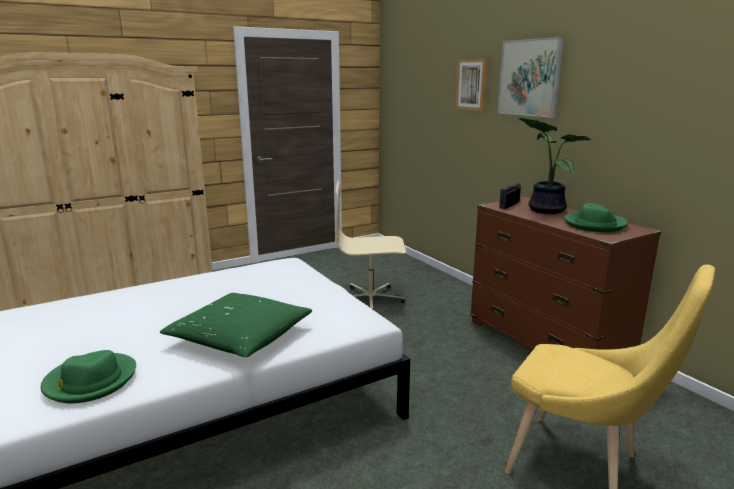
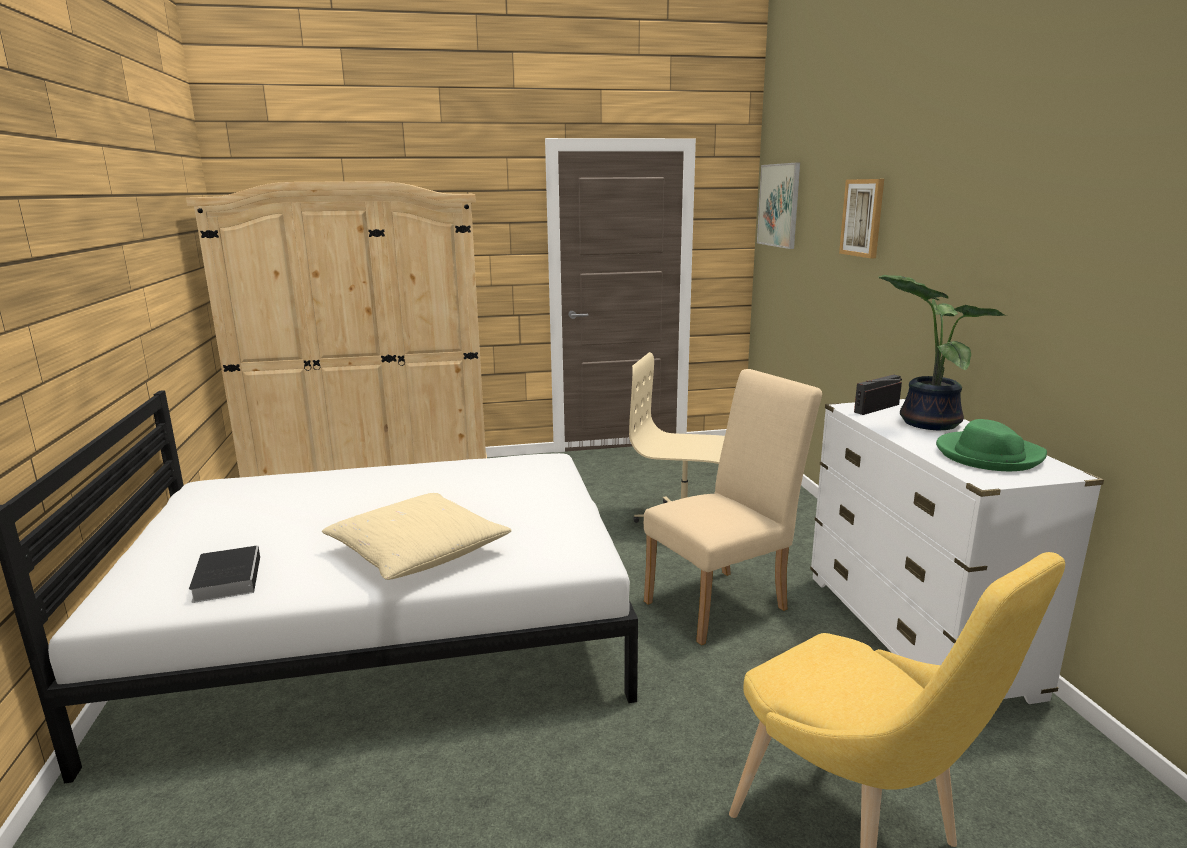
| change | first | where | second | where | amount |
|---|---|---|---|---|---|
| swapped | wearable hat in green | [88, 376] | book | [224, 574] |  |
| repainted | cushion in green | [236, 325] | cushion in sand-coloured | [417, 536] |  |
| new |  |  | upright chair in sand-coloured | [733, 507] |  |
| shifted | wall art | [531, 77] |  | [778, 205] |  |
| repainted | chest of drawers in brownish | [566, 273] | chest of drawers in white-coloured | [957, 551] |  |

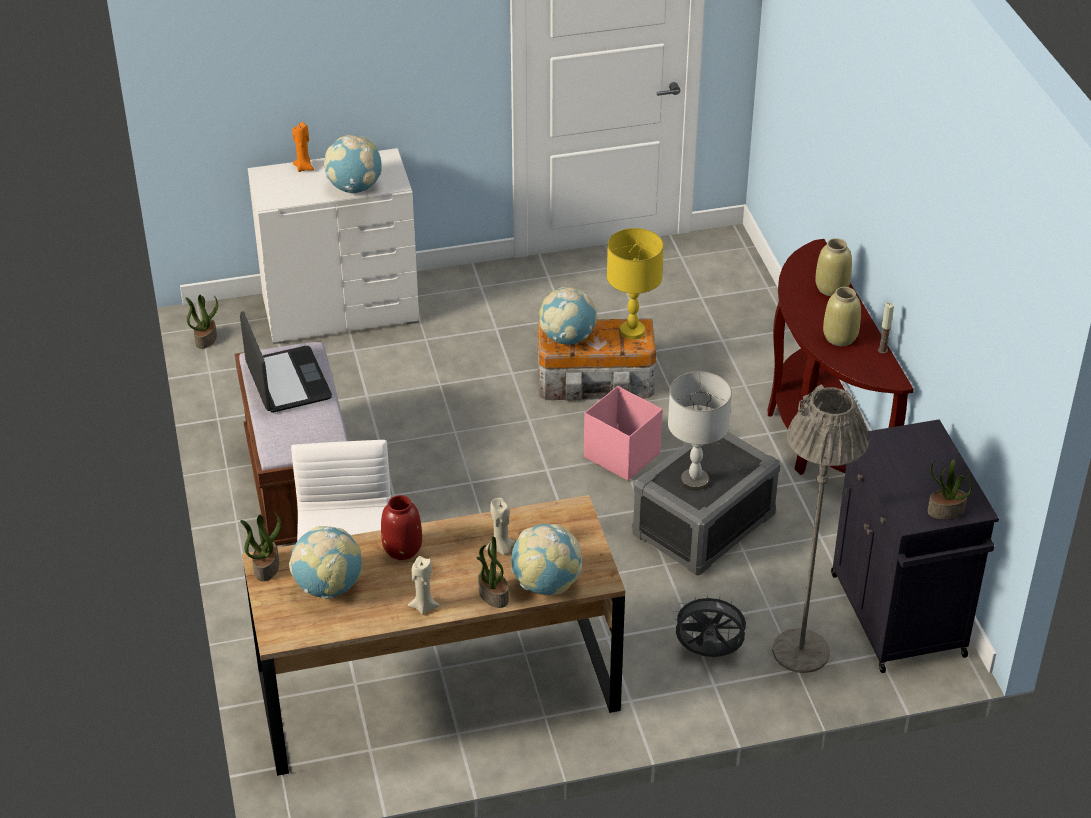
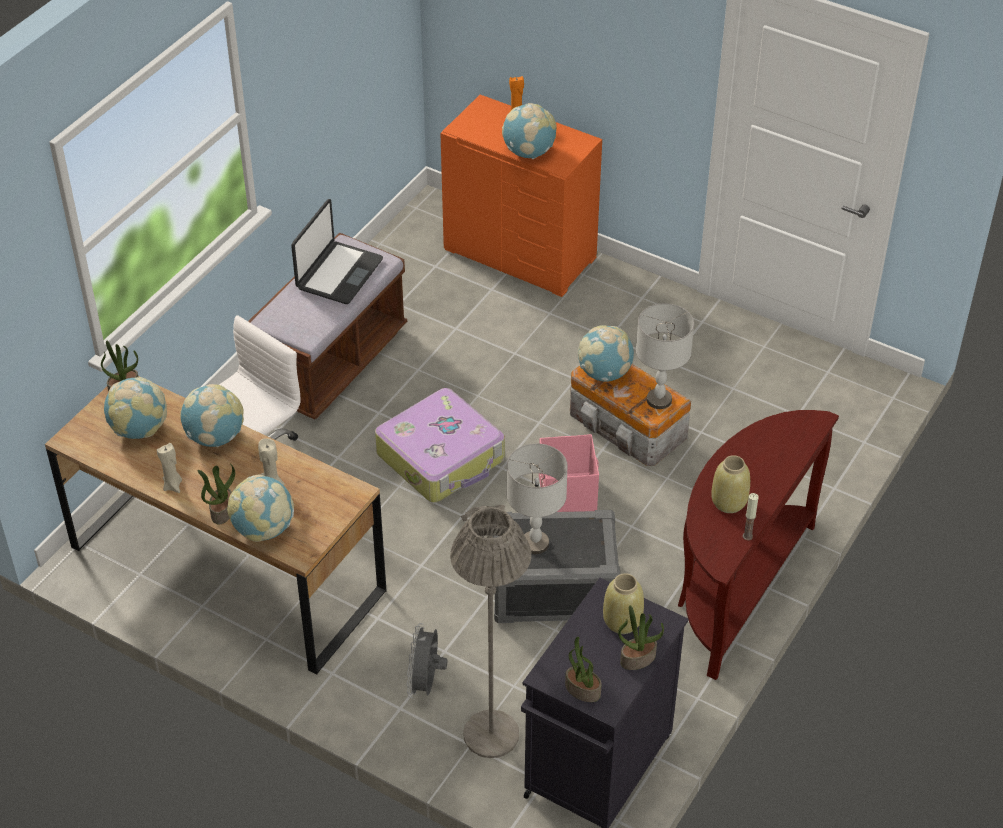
| change | first | where | second | where | amount |
|---|---|---|---|---|---|
| swapped | decorative vase in red-coloured | [401, 527] | world globe | [212, 415] |  |
| new |  |  | travel case | [440, 445] |  |
| rotated | fan in gray | [711, 624] |  | [427, 660] | 135 degrees counterclockwise |
| repainted | chest of drawers in white-coloured | [333, 246] | chest of drawers in orange-coloured | [521, 196] |  |
| shifted | decorative vase in sand-coloured | [833, 267] |  | [623, 603] |  |
| shifted | potted plant | [201, 322] |  | [641, 637] |  |
| repainted | lamp for a table in yellow | [635, 284] | lamp for a table in gray | [665, 356] |  |

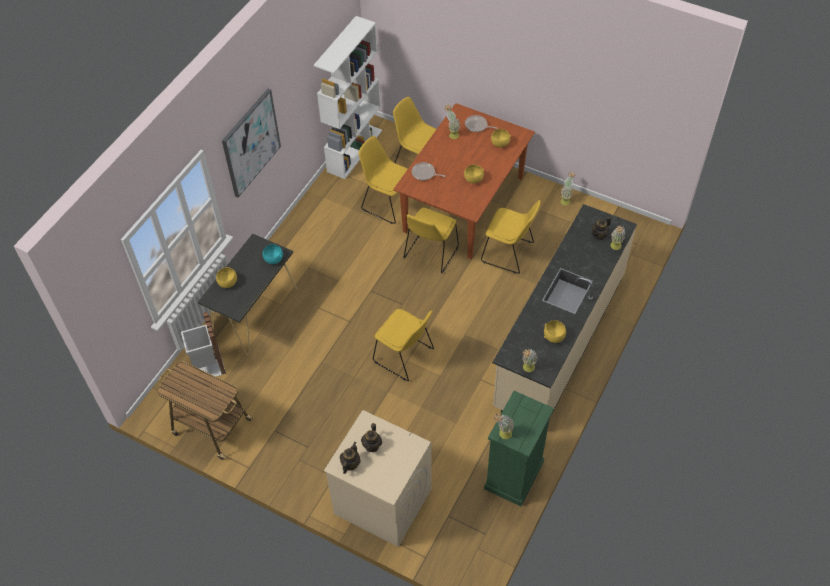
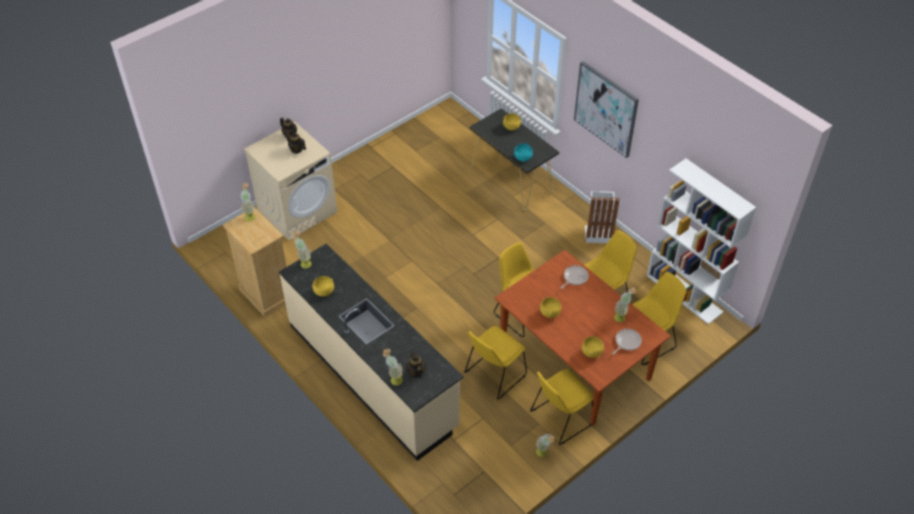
| change | first | where | second | where | amount |
|---|---|---|---|---|---|
| repainted | chest of drawers in green | [519, 449] | chest of drawers in sand-coloured | [255, 262] |  |
| shifted | upright chair in yellow | [403, 345] |  | [562, 407] |  |
| shifted | waste bin in white-coloured | [203, 346] |  | [602, 217] |  |
| gone | wheeled cart | [205, 410] |  |  |  |

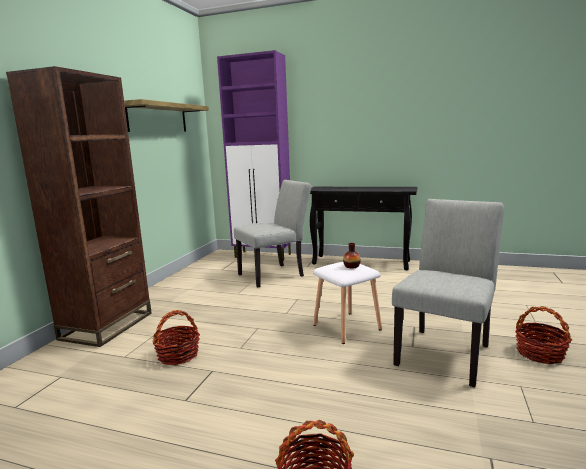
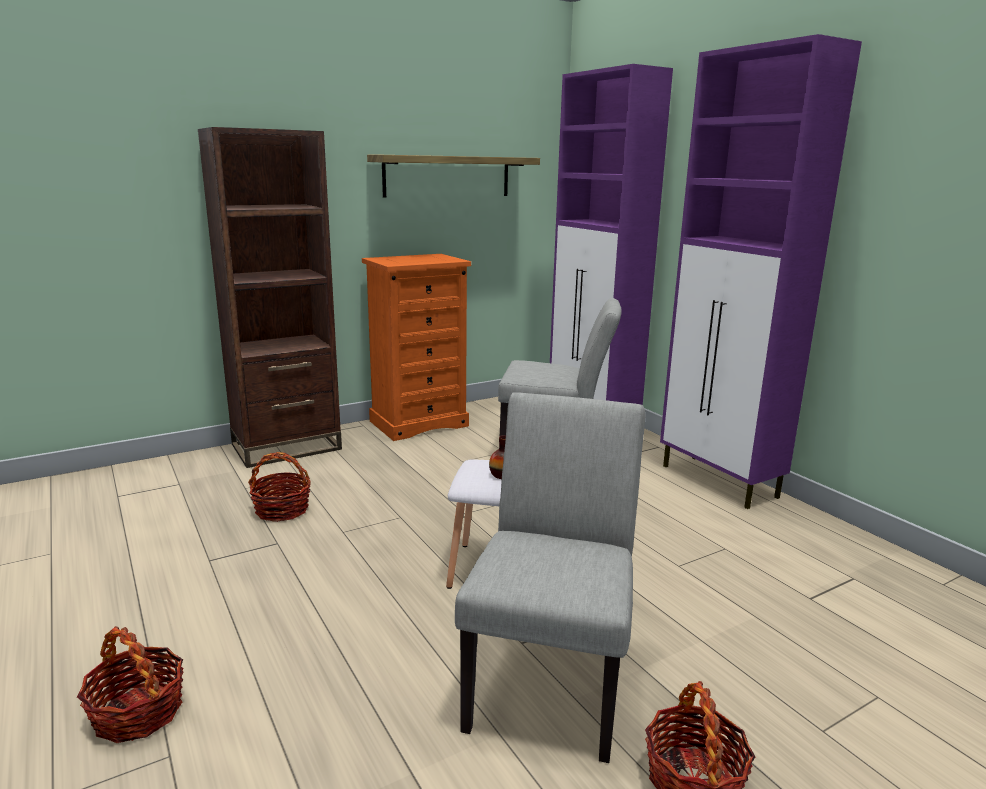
| change | first | where | second | where | amount |
|---|---|---|---|---|---|
| new |  |  | chest of drawers in orange-coloured | [416, 347] |  |
| rotated | upright chair in gray | [448, 293] |  | [550, 577] | 60 degrees counterclockwise |
| swapped | narrow table in blackish | [364, 228] | storage cabinet in purple-coloured | [761, 271] |  |

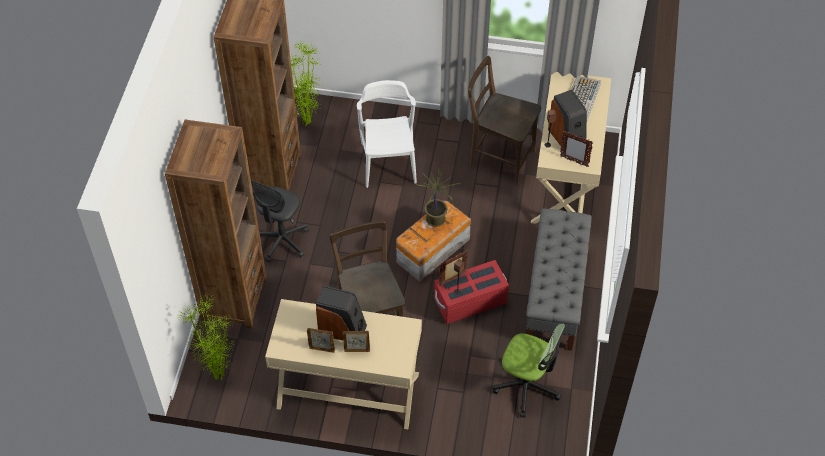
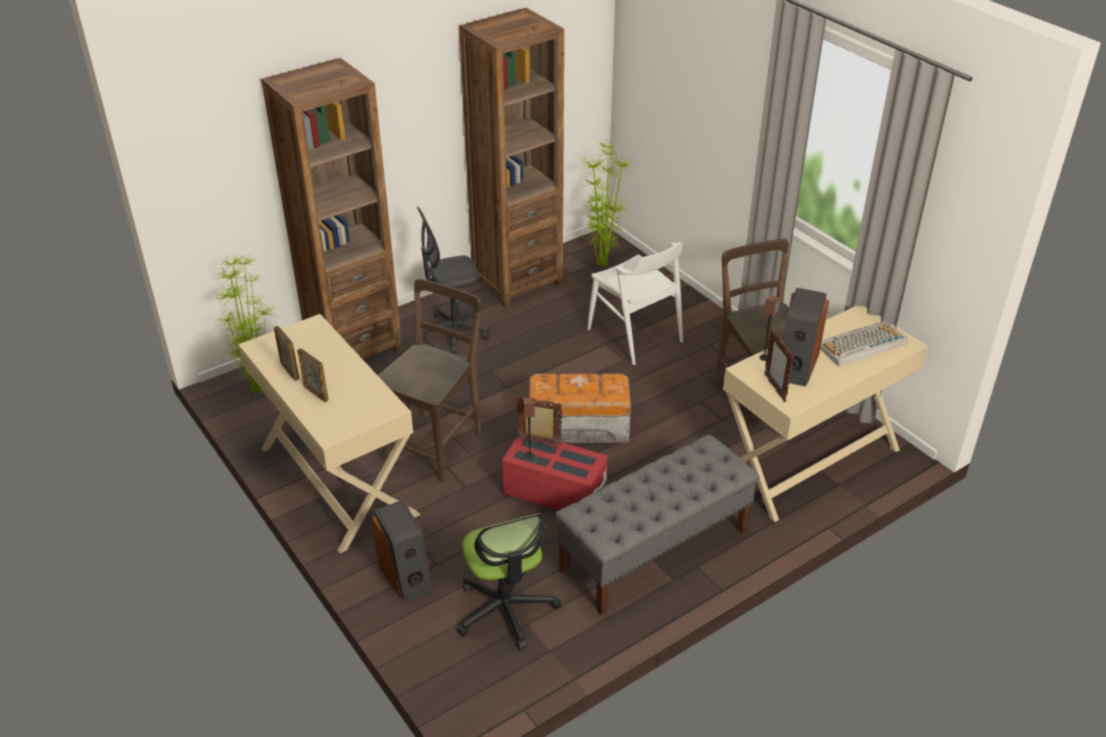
| change | first | where | second | where | amount |
|---|---|---|---|---|---|
| shifted | speaker | [341, 312] |  | [402, 551] |  |
| rotated | upright chair in white-coloured | [387, 134] |  | [635, 303] | 105 degrees clockwise |
| gone | potted plant | [439, 197] |  |  |  |

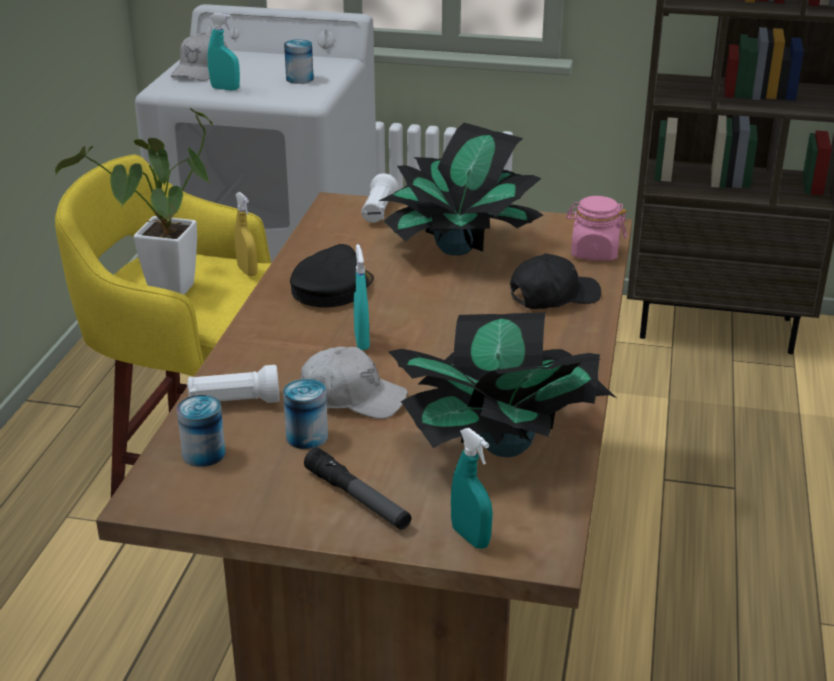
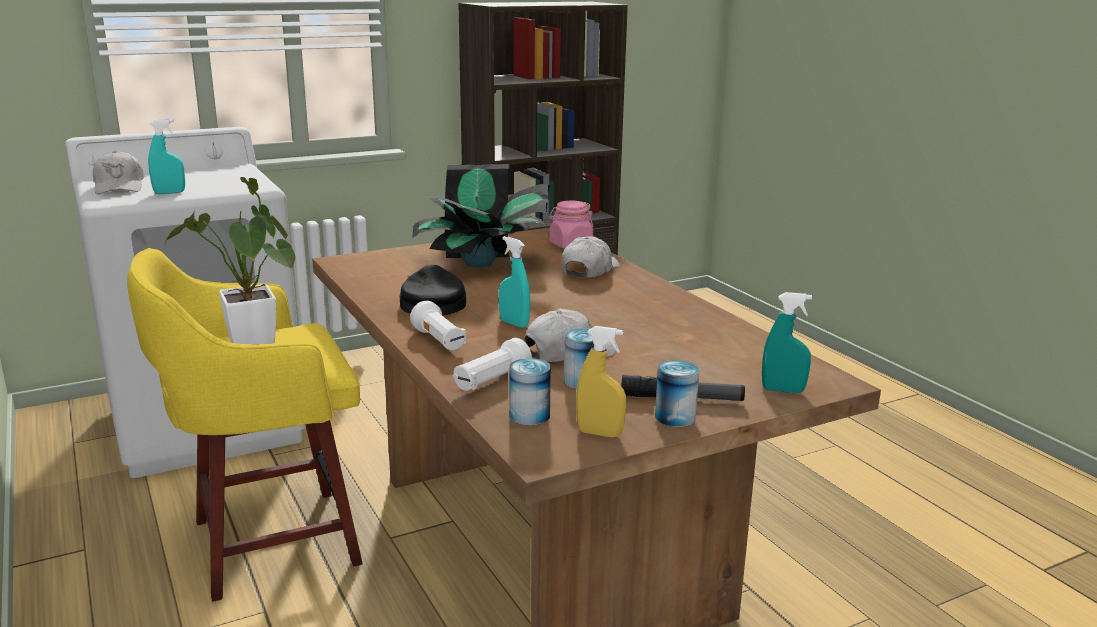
| change | first | where | second | where | amount |
|---|---|---|---|---|---|
| shifted | flashlight in white-coloured | [380, 198] |  | [438, 325] |  |
| repainted | cap in blackish | [555, 281] | cap in white-coloured | [591, 257] |  |
| shifted | sprayer in yellow | [246, 234] |  | [601, 381] |  |
| shifted | can | [299, 61] |  | [677, 393] |  |
| gone | potted plant | [502, 384] |  |  |  |

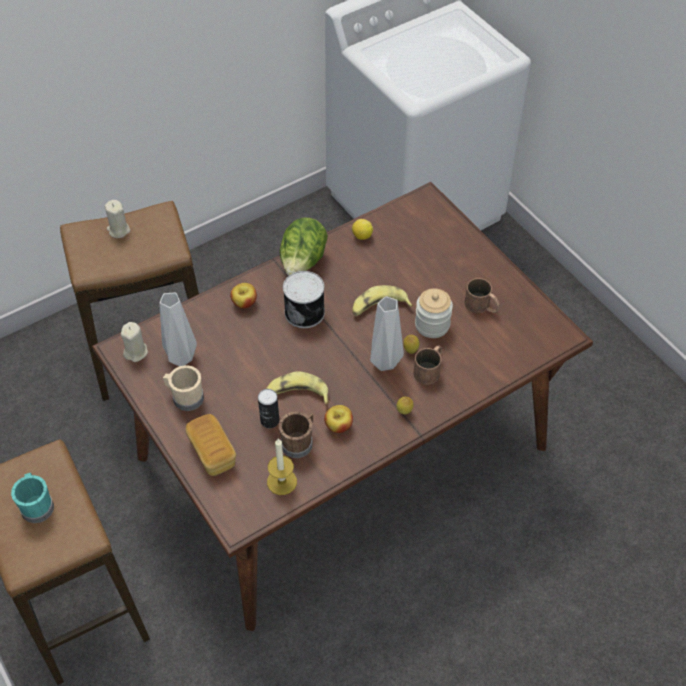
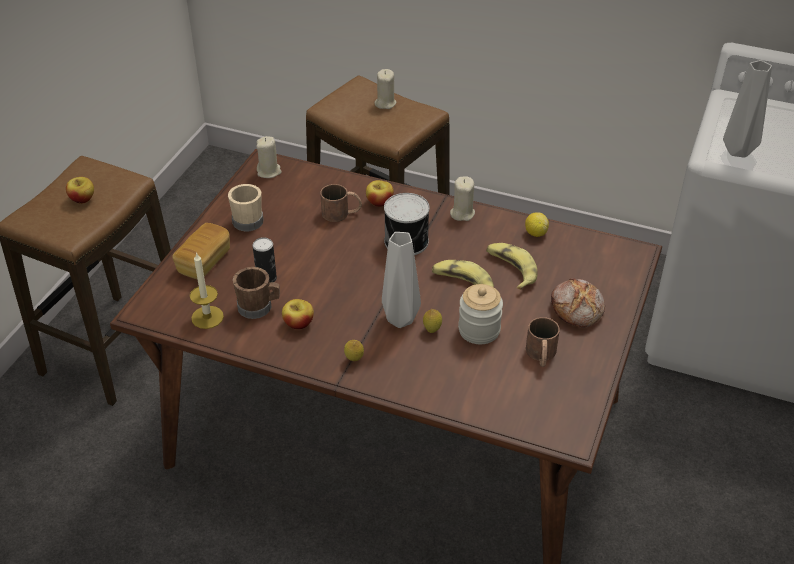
| change | first | where | second | where | amount |
|---|---|---|---|---|---|
| swapped | mug in turquoise-coloured | [32, 498] | apple | [80, 190] |  |
| shifted | mug in brownish | [427, 365] |  | [341, 203] |  |
| swapped | lettuce | [303, 247] | wax light in sand-coloured | [462, 198] |  |
| shifted | banana fruit | [297, 388] |  | [512, 266] |  |
| new |  |  | bread | [578, 303] |  |
| shifted | decorative vase in gray | [178, 329] |  | [747, 109] |  |

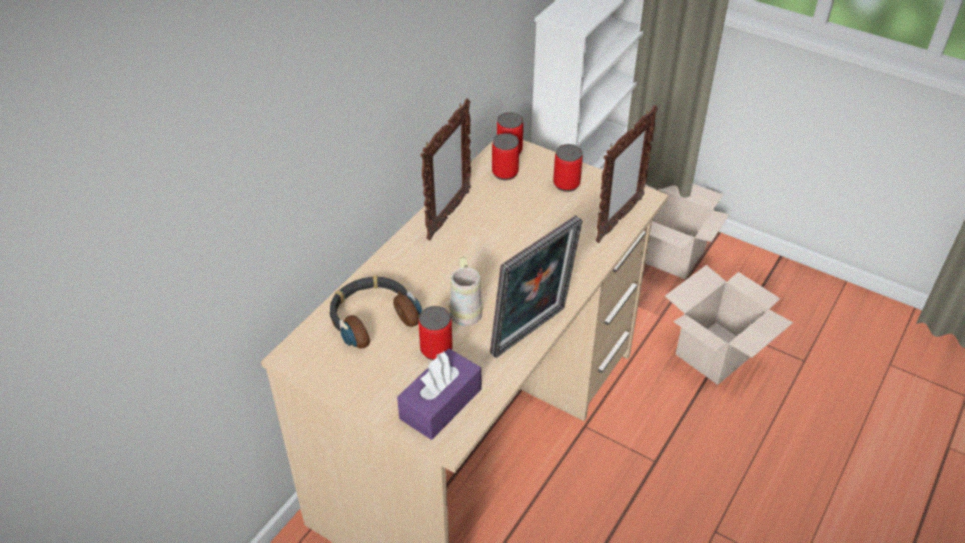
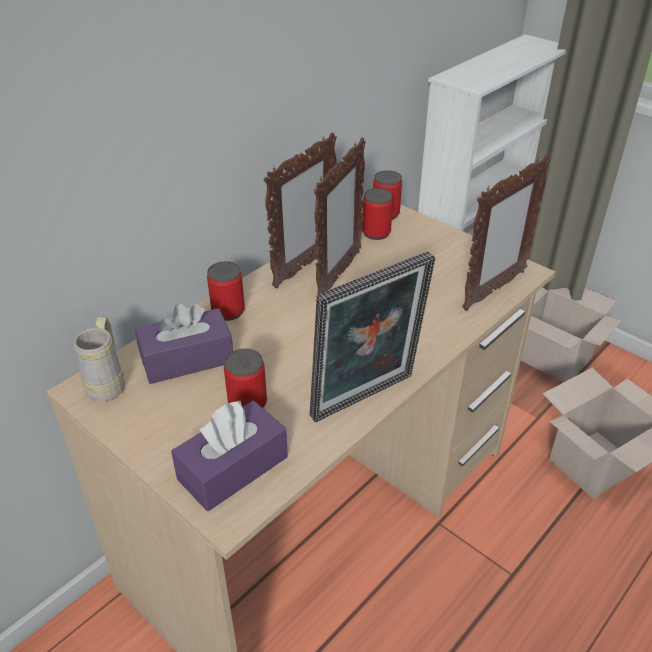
| change | first | where | second | where | amount |
|---|---|---|---|---|---|
| shifted | mug in sand-coloured | [466, 291] |  | [99, 358] |  |
| swapped | pair of headphones | [375, 312] | tissue holder in purple-coloured | [184, 343] |  |
| shifted | can | [568, 168] |  | [226, 291] |  |
| new |  |  | standing frame | [340, 216] |  |

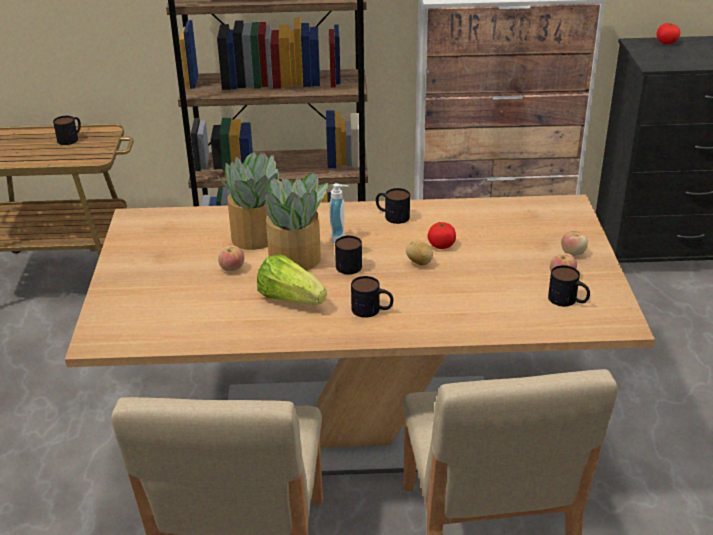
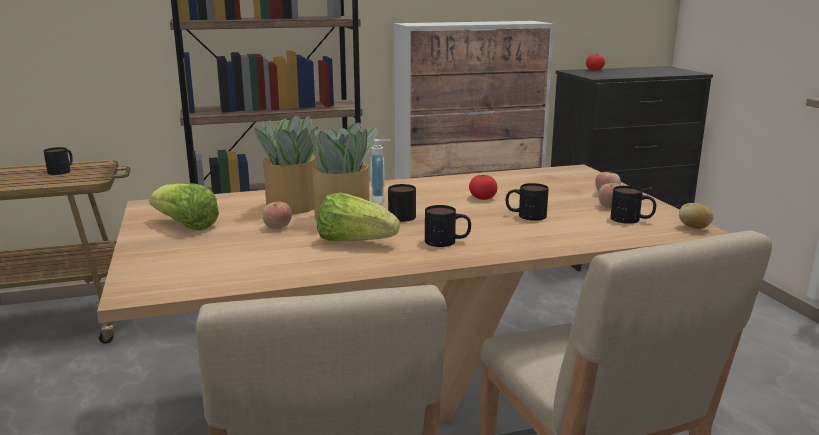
| change | first | where | second | where | amount |
|---|---|---|---|---|---|
| new |  |  | lettuce | [184, 206] |  |
| shifted | mug | [393, 206] |  | [527, 202] |  |
| shifted | potato | [419, 253] |  | [696, 216] |  |

